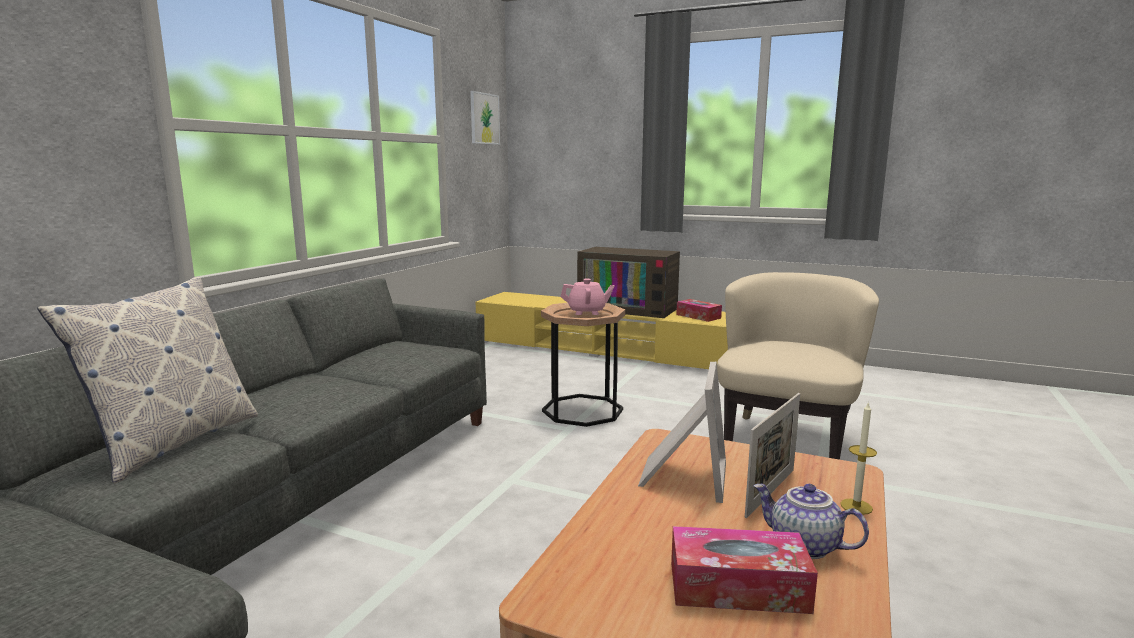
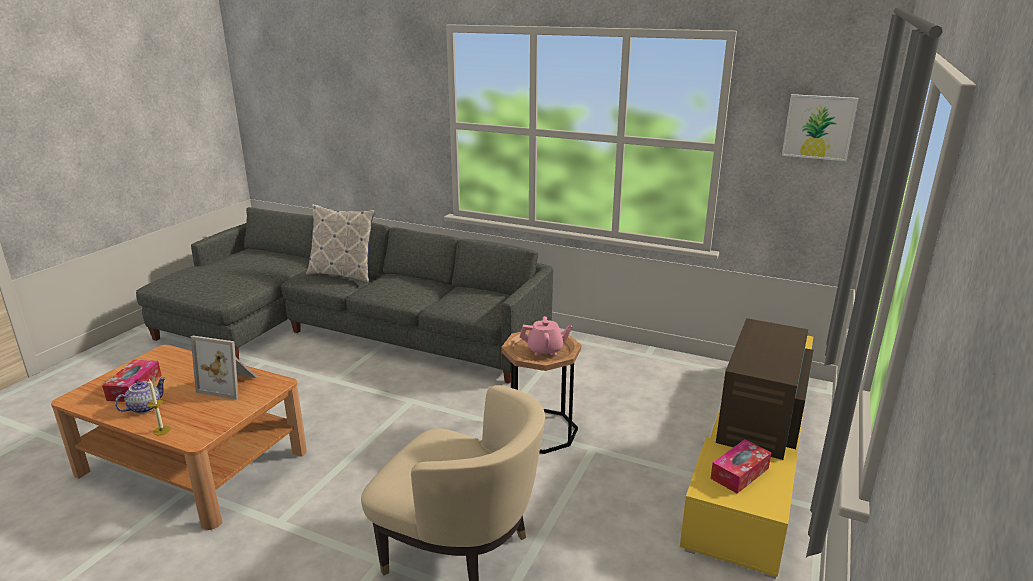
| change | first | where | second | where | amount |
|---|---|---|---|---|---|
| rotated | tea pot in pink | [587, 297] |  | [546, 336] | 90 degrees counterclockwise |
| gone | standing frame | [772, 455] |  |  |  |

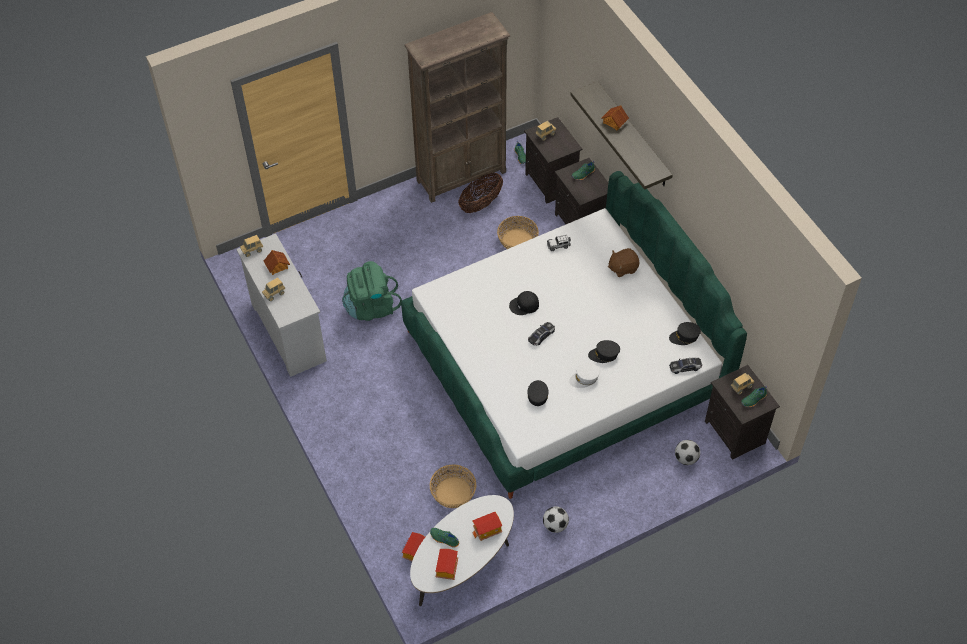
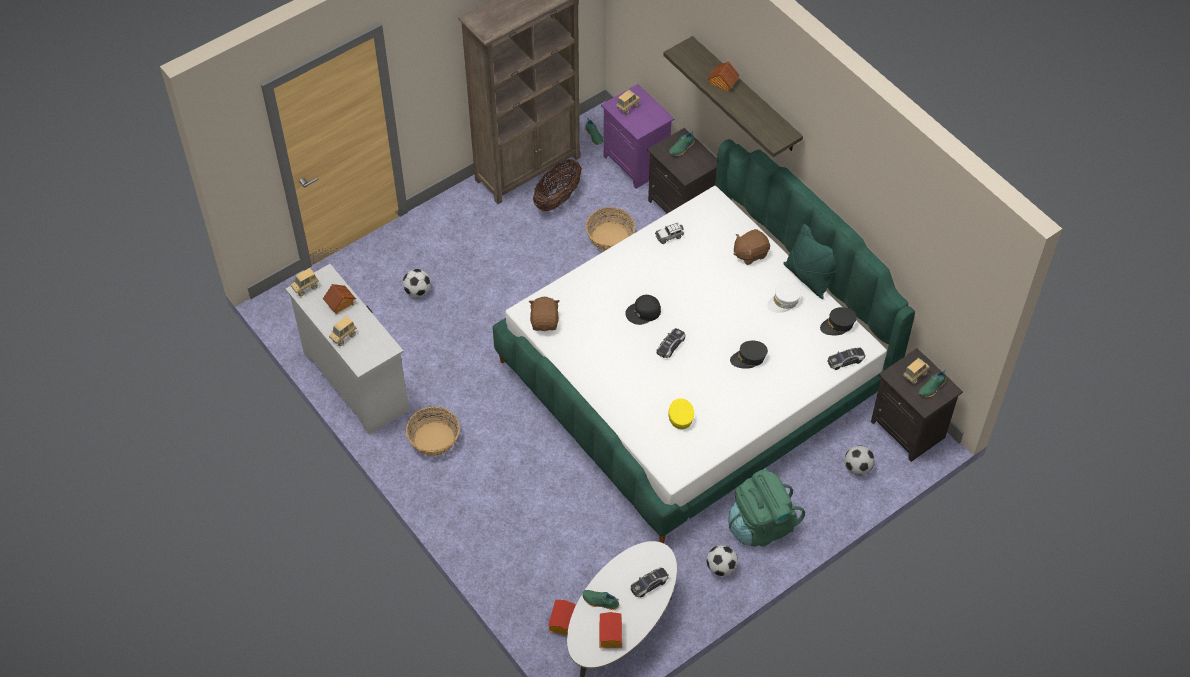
| change | first | where | second | where | amount |
|---|---|---|---|---|---|
| new |  |  | ball for football | [417, 283] |  |
| shifted | storage basket | [453, 486] |  | [433, 431] |  |
| new |  |  | cuddly toy in brownish | [544, 314] |  |
| repainted | nightstand in blackish | [553, 160] | nightstand in purple-coloured | [638, 136] |  |
| swapped | miniature house | [487, 526] | toy car | [649, 582] |  |
| repainted | cap in blackish | [538, 393] | cap in yellow | [681, 413] |  |
| shifted | knapsack in green | [372, 291] |  | [766, 508] |  |
| shifted | cap in white-coloured | [584, 375] |  | [784, 298] |  |
| new |  |  | cushion in green | [809, 261] |  |

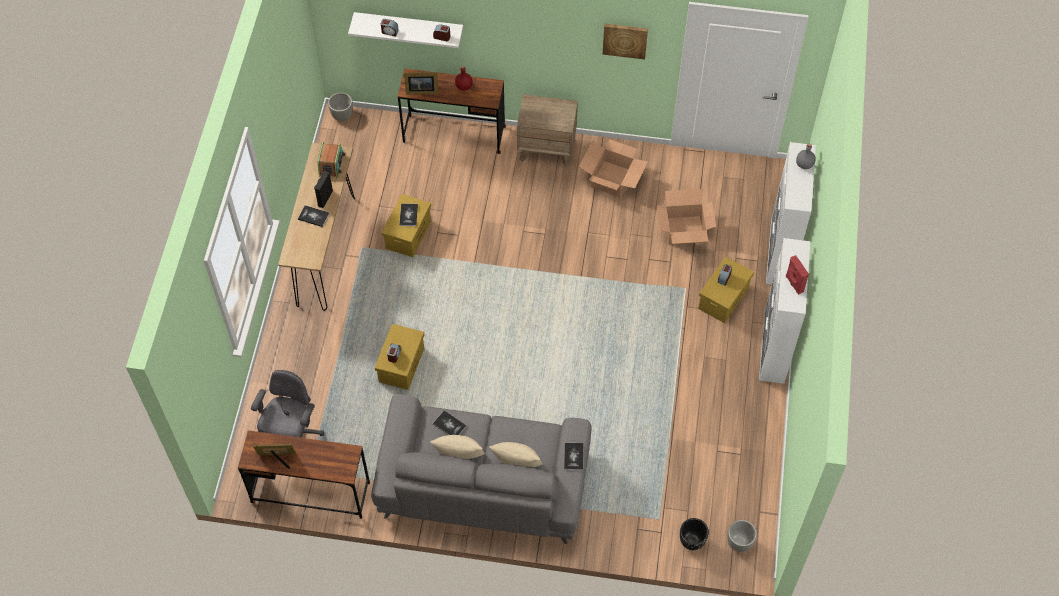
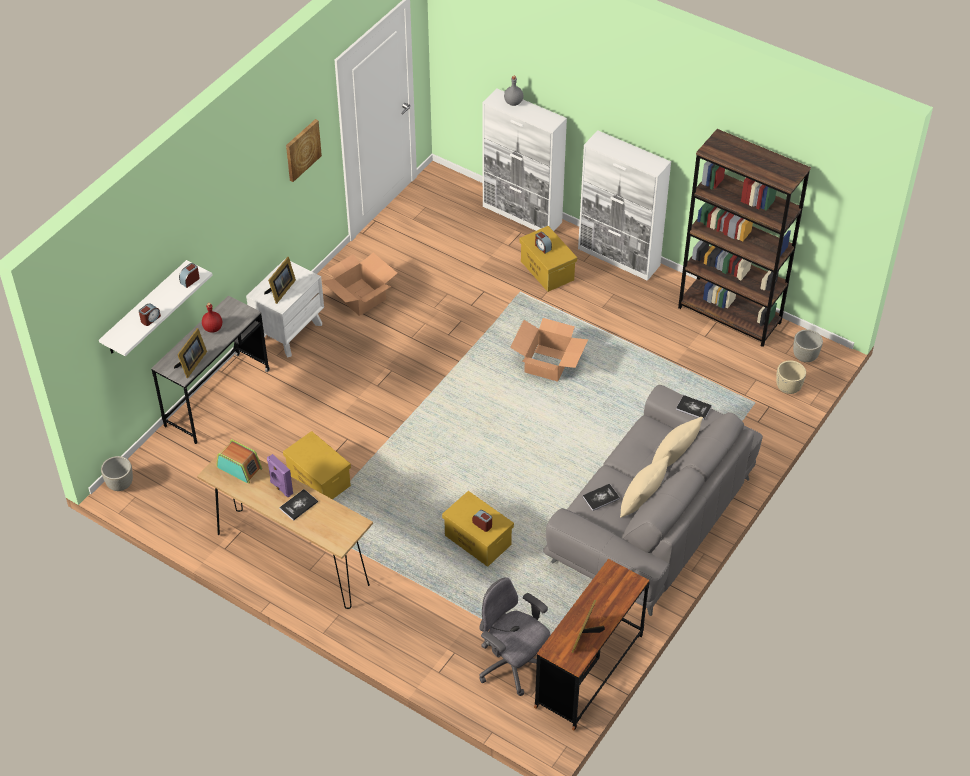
| change | first | where | second | where | amount |
|---|---|---|---|---|---|
| repainted | desk table in brownish | [452, 111] | desk table in gray | [211, 369] |  |
| repainted | nightstand in brownish | [547, 130] | nightstand in white-coloured | [285, 308] |  |
| new |  |  | standing frame | [280, 280] |  |
| repainted | speaker in blackish | [323, 189] | speaker in purple-coloured | [280, 475] |  |
| shifted | carton | [686, 217] |  | [549, 350] |  |
| new |  |  | bookcase in brownish | [744, 238] |  |
| repainted | flower pot in blackish | [694, 534] | flower pot in sand-coloured | [791, 377] |  |
| gone | book | [408, 214] |  |  |  |
| gone | speaker in red-coloured | [797, 274] |  |  |  |

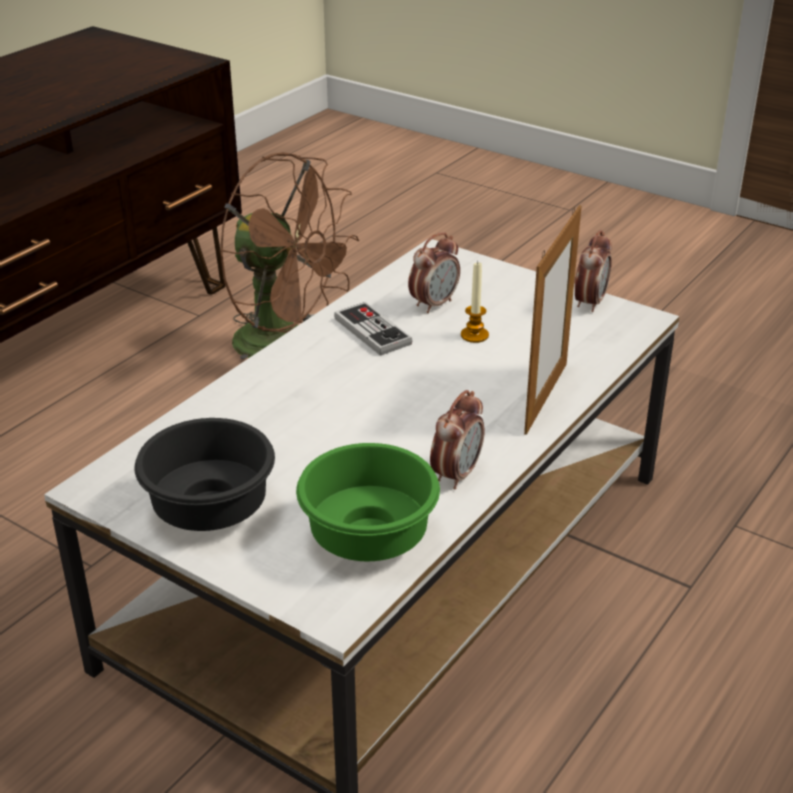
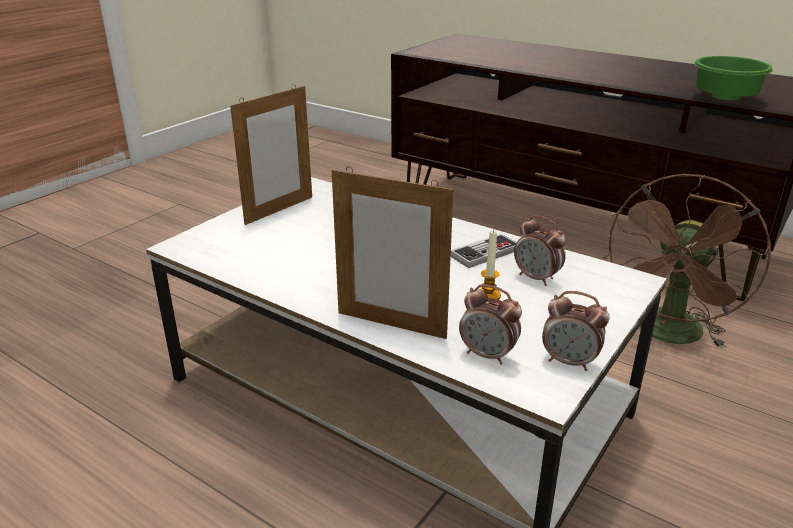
| change | first | where | second | where | amount |
|---|---|---|---|---|---|
| swapped | deep dish in blackish | [205, 474] | standing frame | [271, 154] |  |
| shifted | bedside clock | [457, 440] |  | [490, 324] |  |
| shifted | deep dish in green | [368, 502] |  | [733, 78] |  |

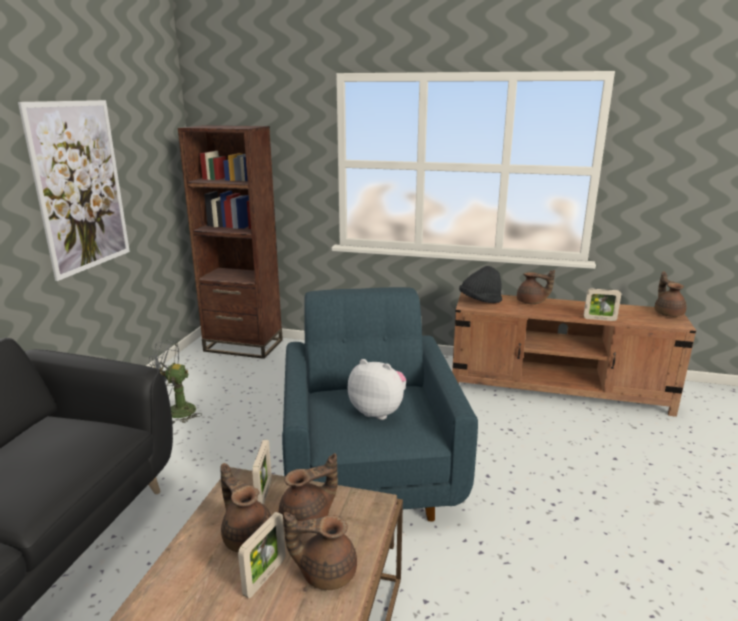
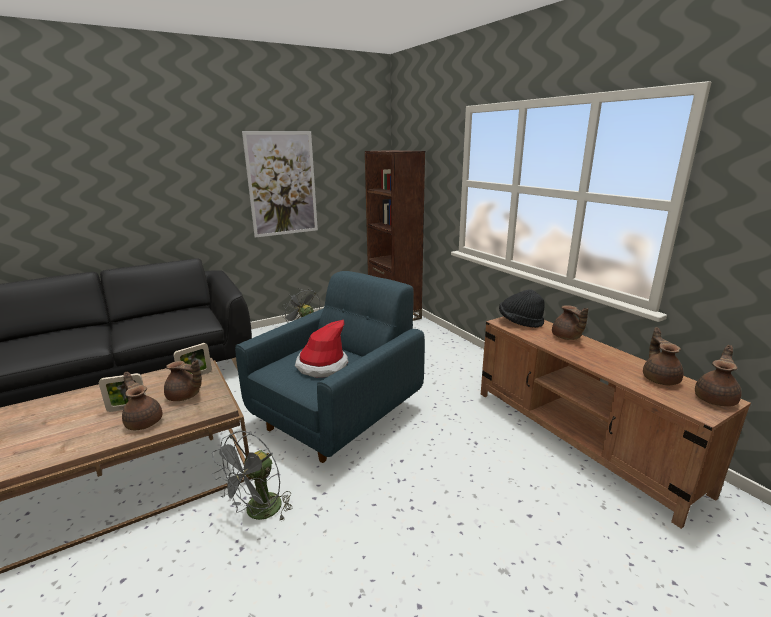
| change | first | where | second | where | amount |
|---|---|---|---|---|---|
| new |  |  | fan in gray | [252, 476] |  |
| swapped | cuddly toy | [377, 389] | wearable hat | [321, 349] |  |
| shifted | tea pot in brownish | [246, 507] |  | [663, 356] |  |
| gone | standing frame | [602, 304] |  |  |  |

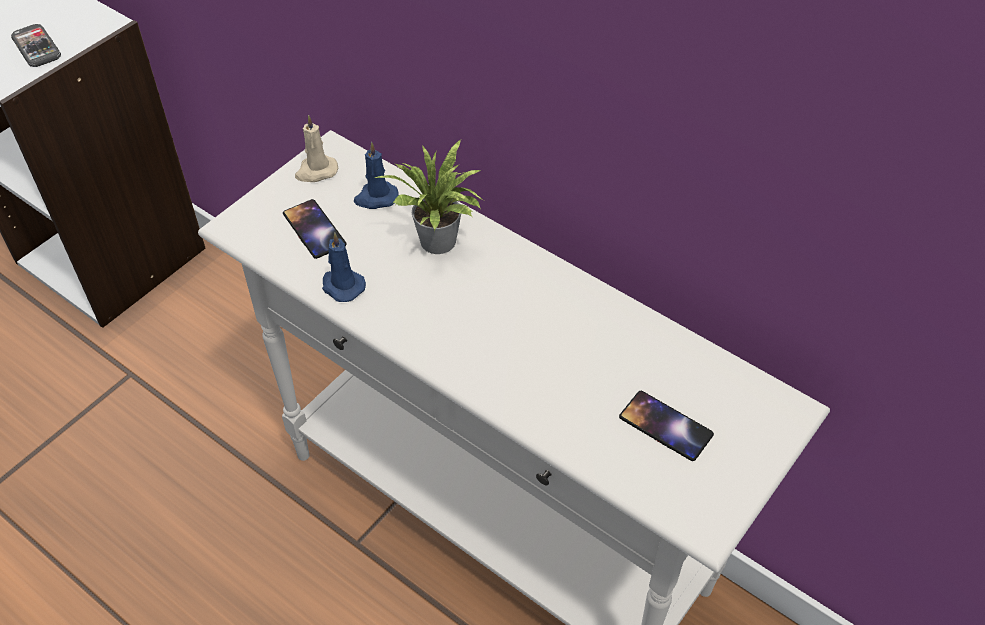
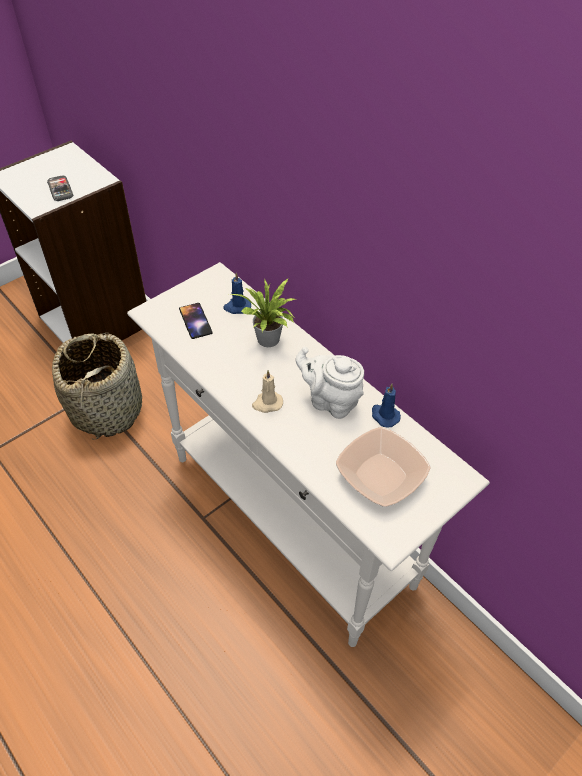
| change | first | where | second | where | amount |
|---|---|---|---|---|---|
| new |  |  | storage basket | [97, 386] |  |
| shifted | wax light in sand-coloured | [316, 148] |  | [267, 391] |  |
| new |  |  | tea pot in white-coloured | [329, 383] |  |
| swapped | telephone | [666, 426] | deep dish | [383, 467] |  |
| shifted | wax light in blue-coloured | [344, 267] |  | [386, 406] |  |

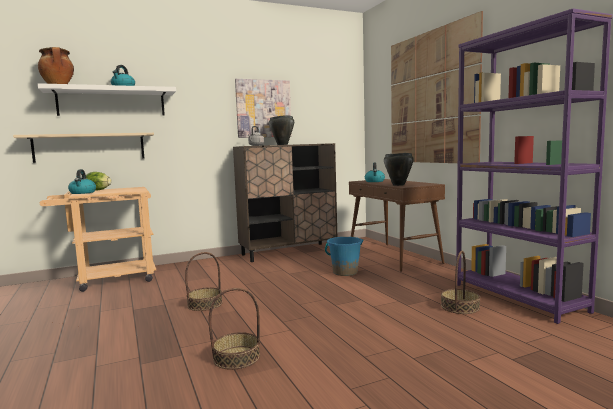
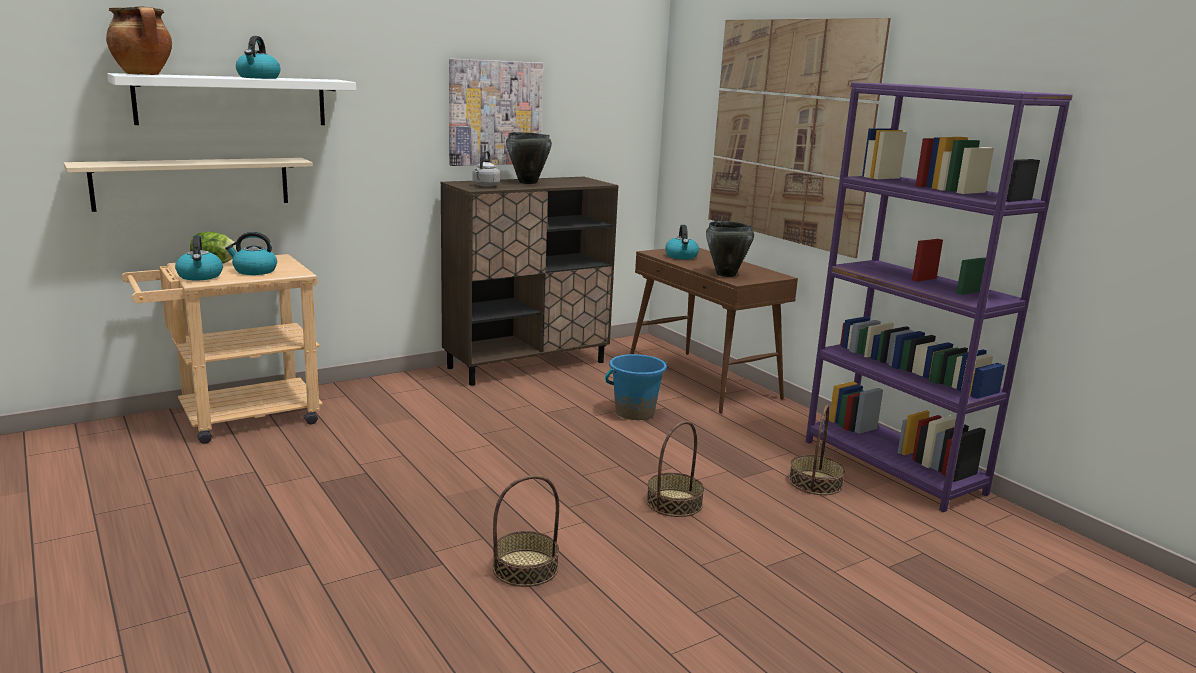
| change | first | where | second | where | amount |
|---|---|---|---|---|---|
| new |  |  | kettle | [251, 253] |  |
| shifted | storage basket | [204, 281] |  | [675, 469] |  |

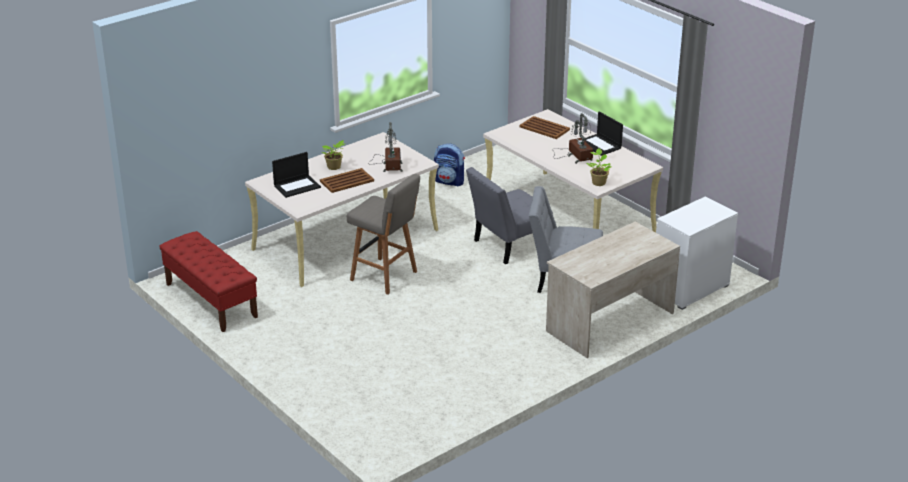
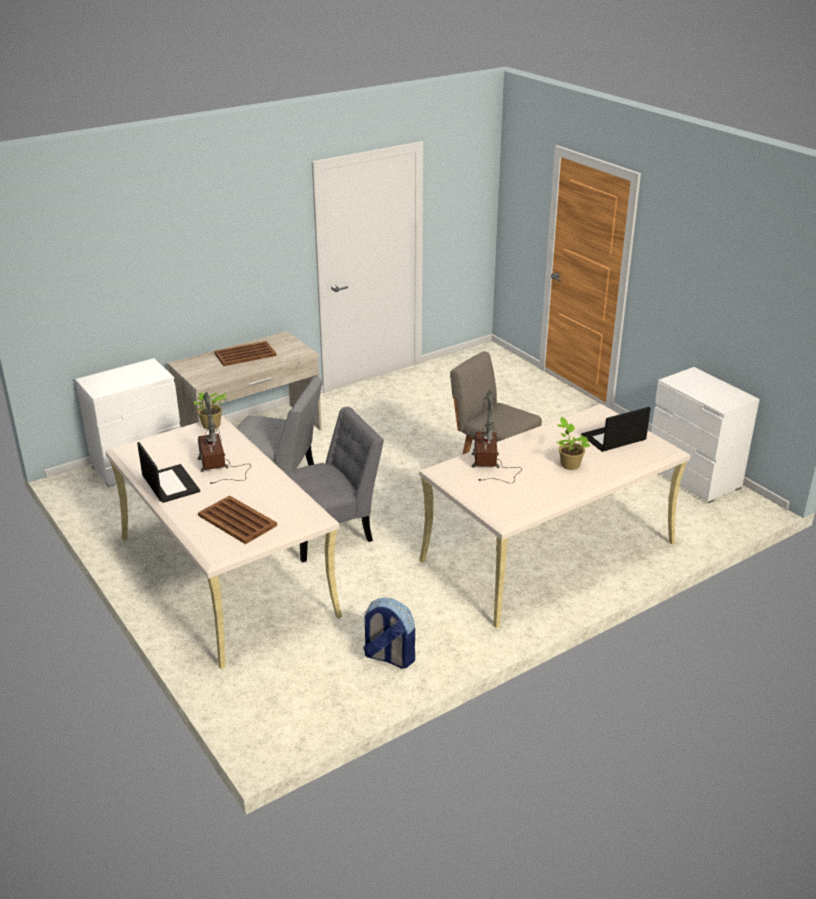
| change | first | where | second | where | amount |
|---|---|---|---|---|---|
| shifted | carrying tray in brownish | [347, 180] |  | [245, 353] |  |
| swapped | bench in red-coloured | [208, 281] | chest of drawers in white-coloured | [705, 435] |  |

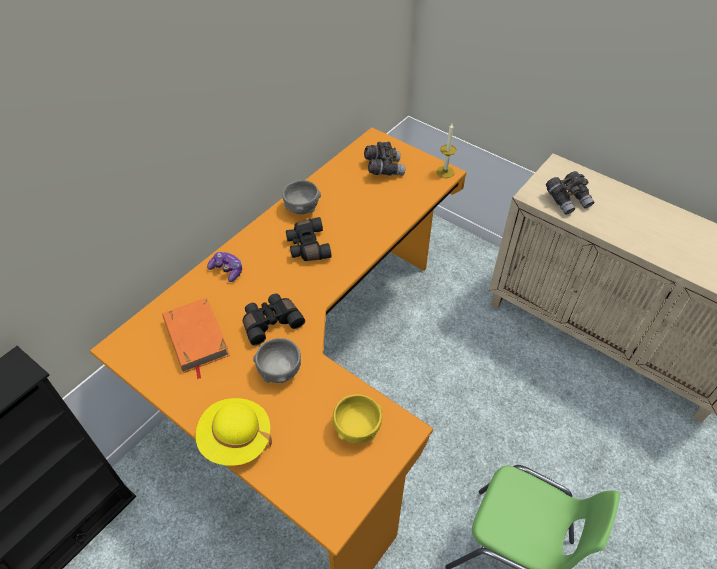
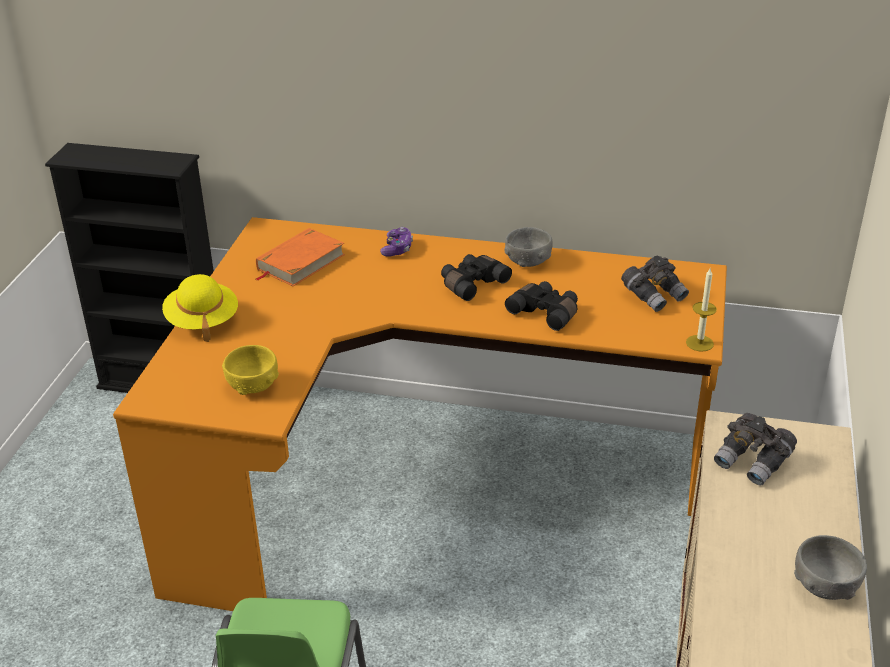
| change | first | where | second | where | amount |
|---|---|---|---|---|---|
| shifted | pair of binoculars in blackish | [274, 320] |  | [541, 306] |  |
| shifted | deep dish in gray | [277, 360] |  | [830, 567] |  |

